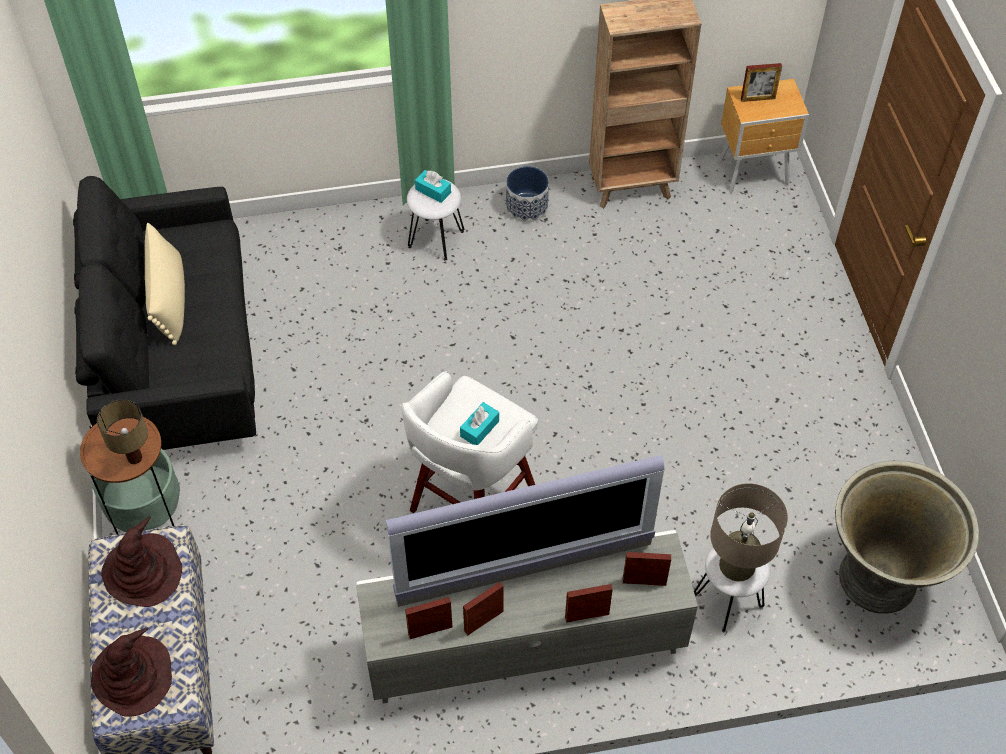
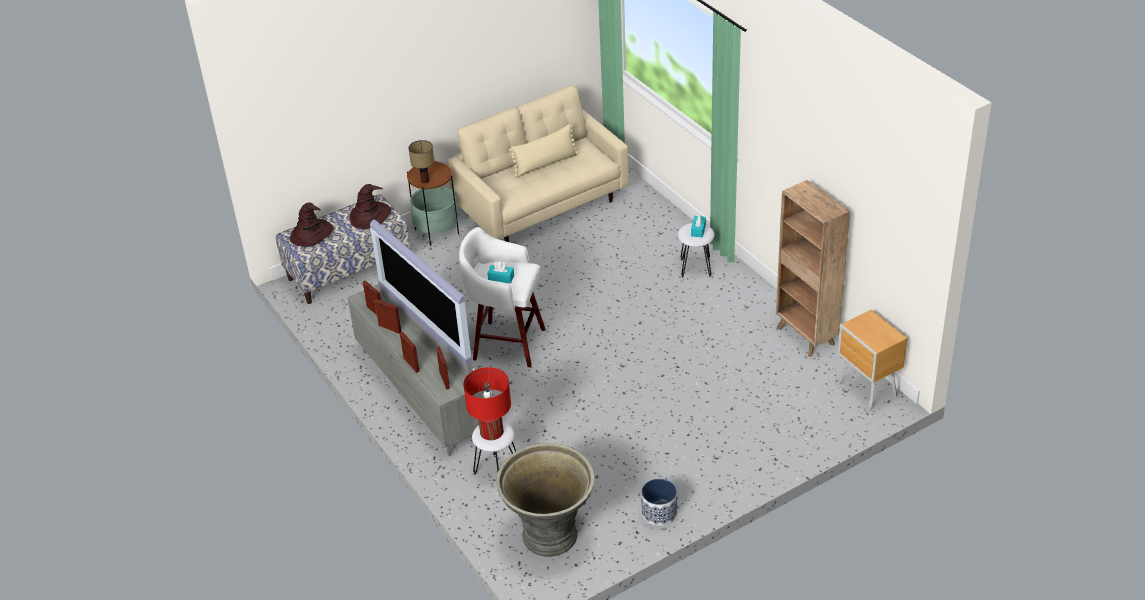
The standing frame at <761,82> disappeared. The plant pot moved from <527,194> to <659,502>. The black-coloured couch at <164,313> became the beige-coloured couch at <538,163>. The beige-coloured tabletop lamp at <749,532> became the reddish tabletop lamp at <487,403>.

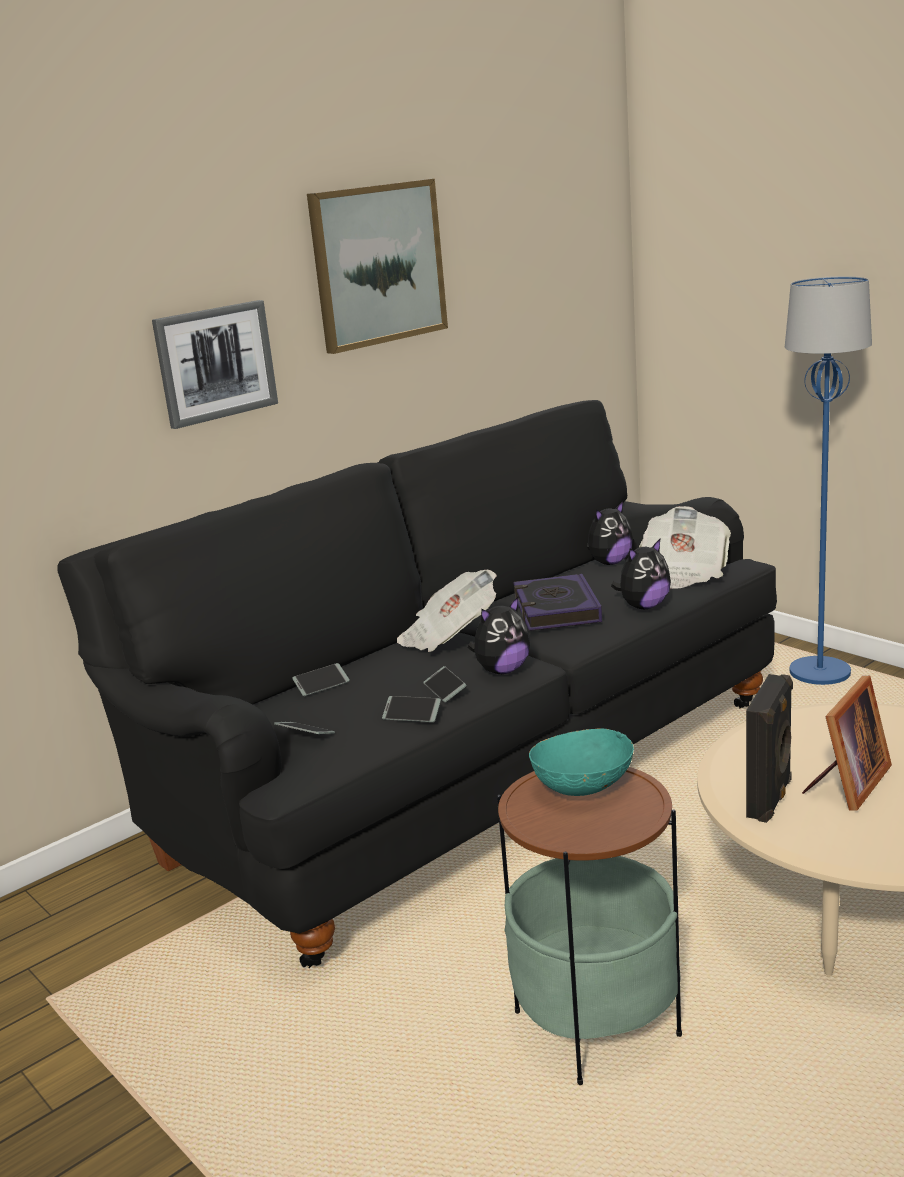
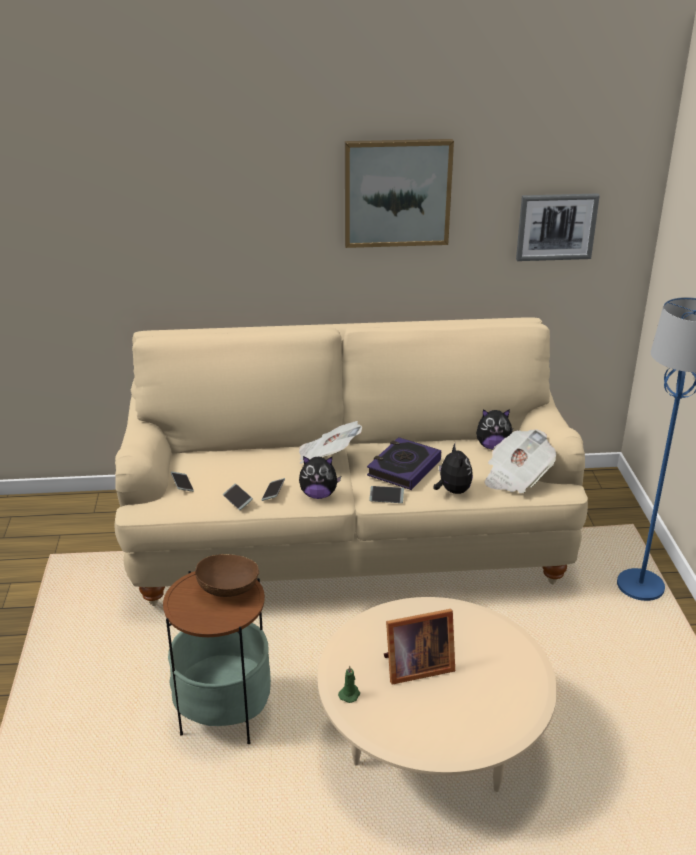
The picture moved from <215,364> to <558,227>. The black-coloured couch at <417,684> became the beige-coloured couch at <351,461>. The soft toy at <641,573> turned 105 degrees counterclockwise. The telephone moved from <321,679> to <386,494>. The black-coloured audio speaker at <769,748> disappeared. The blue-green bowl at <581,762> became the brown bowl at <227,575>. The greenish candle at <349,684> appeared.

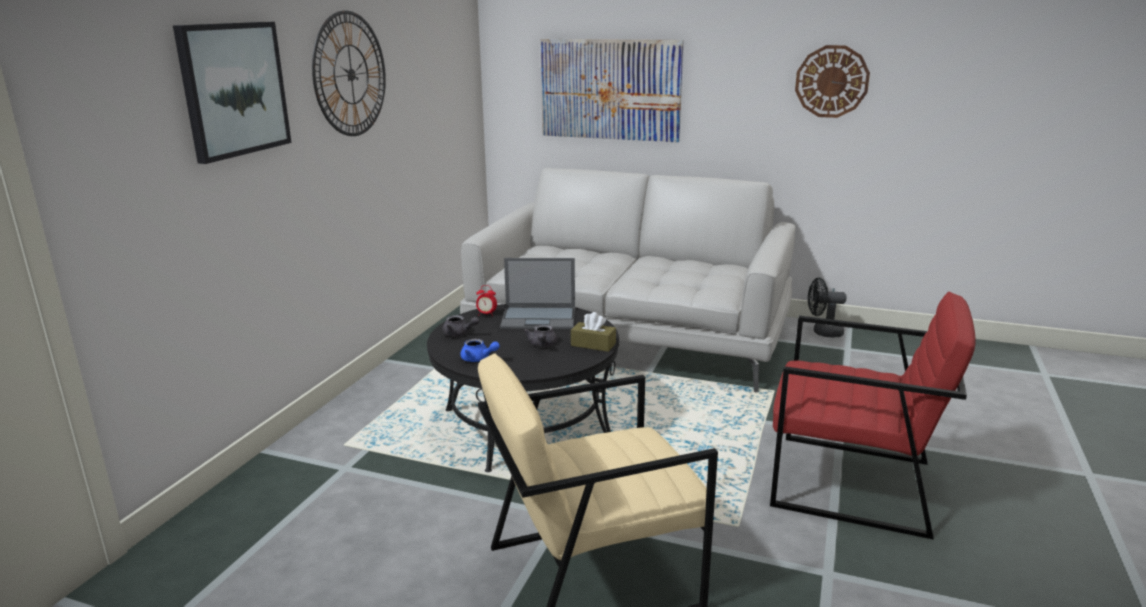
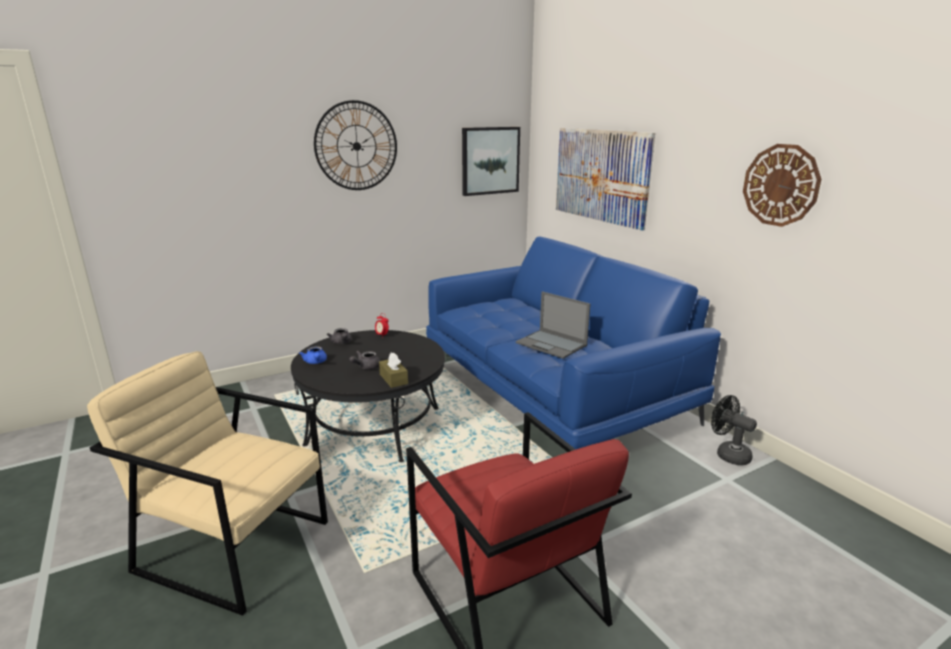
The picture moved from <232,93> to <491,161>. The greyish couch at <628,280> became the blue-coloured couch at <573,343>. The notebook computer moved from <537,293> to <553,325>.

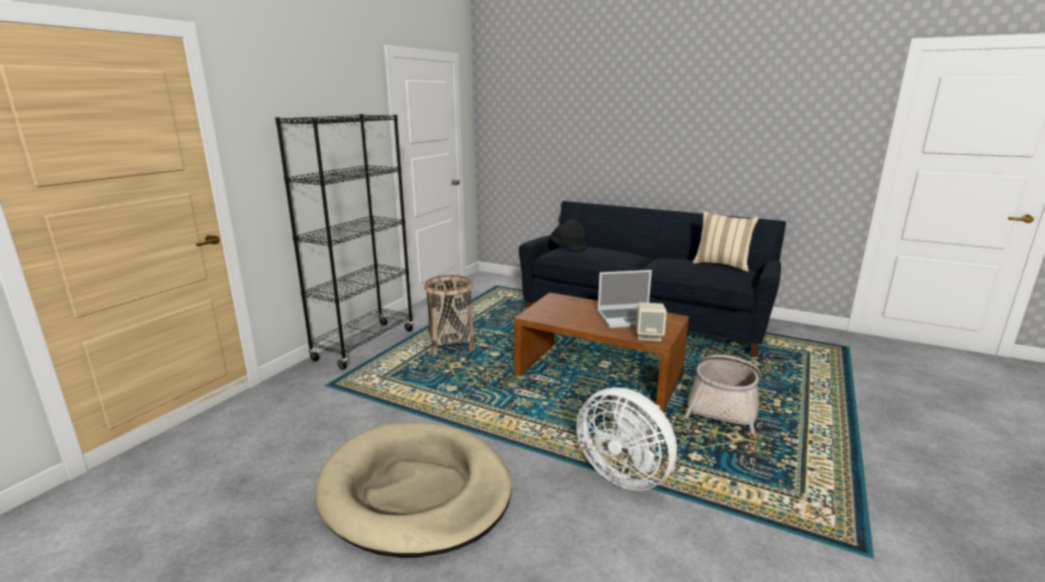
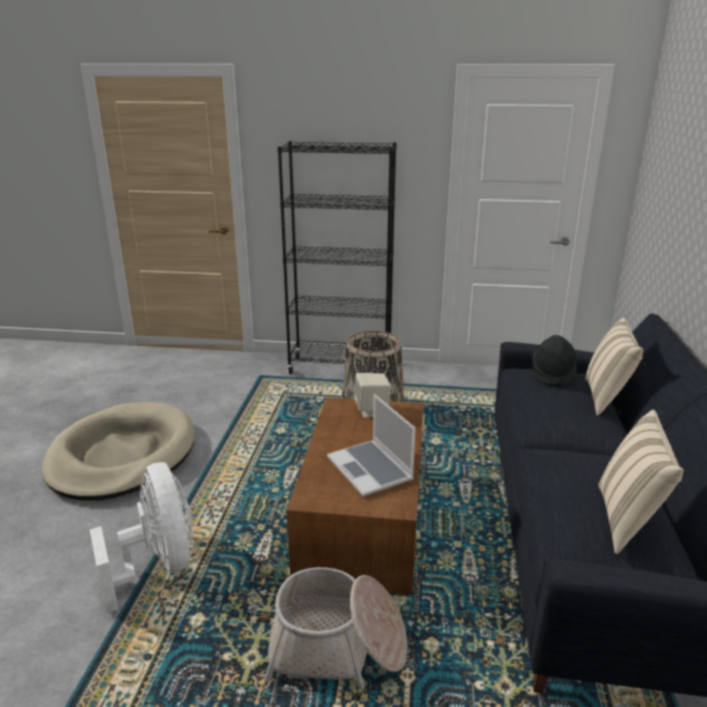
The beige-coloured audio speaker moved from <651,321> to <372,395>. The white-coloured fan at <627,439> turned 135 degrees clockwise. The beige-coloured throw pillow at <614,367> appeared.

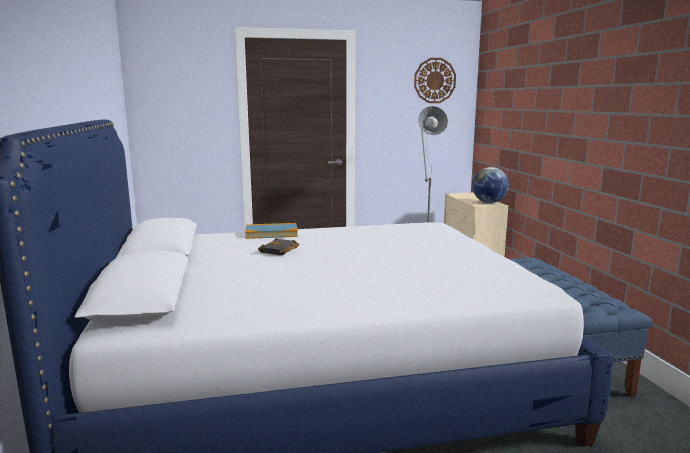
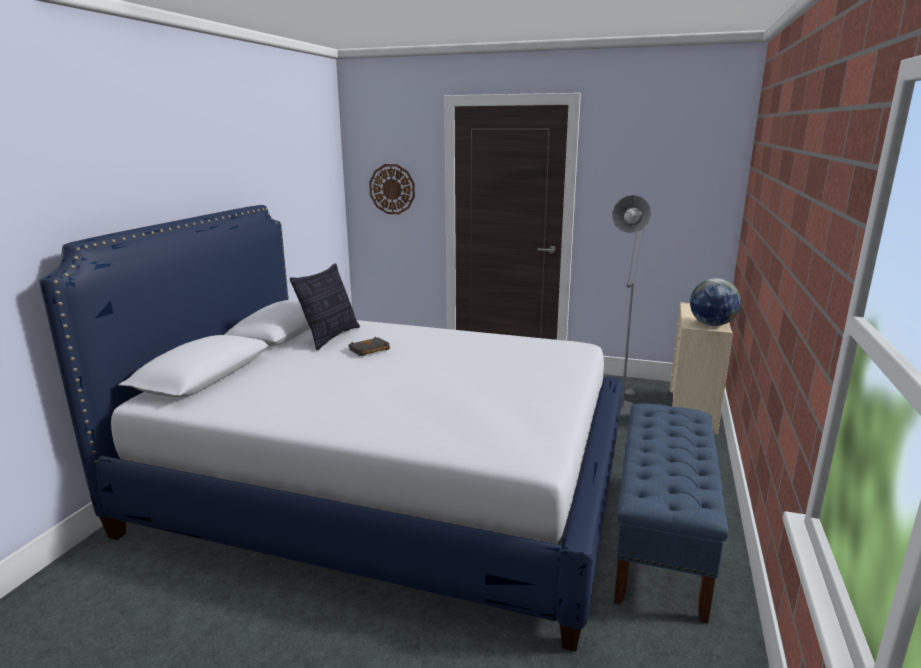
The clock on the wall moved from <435,80> to <392,189>. The bound book at <271,231> disappeared. The throw pillow at <325,307> appeared.

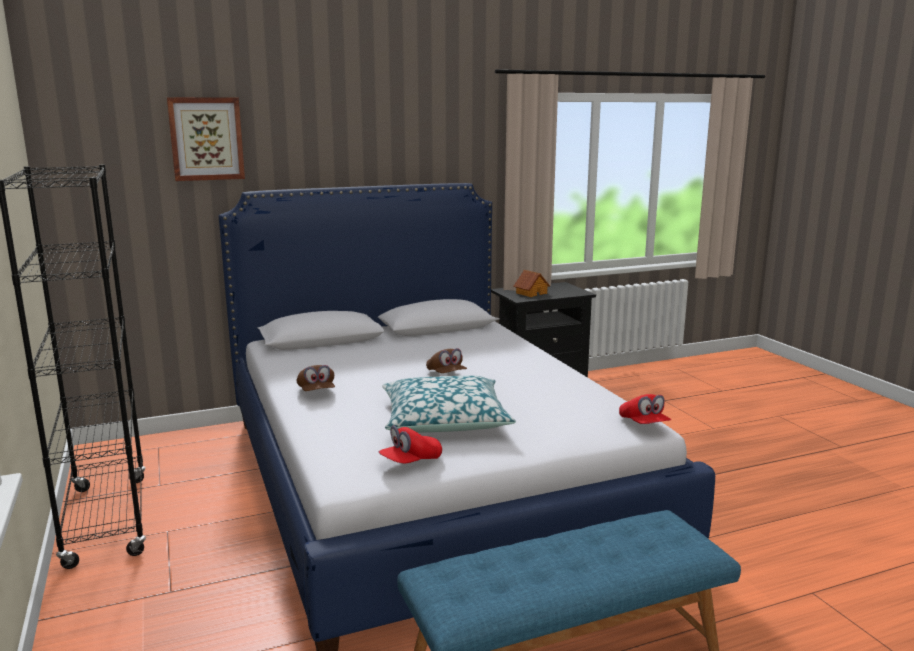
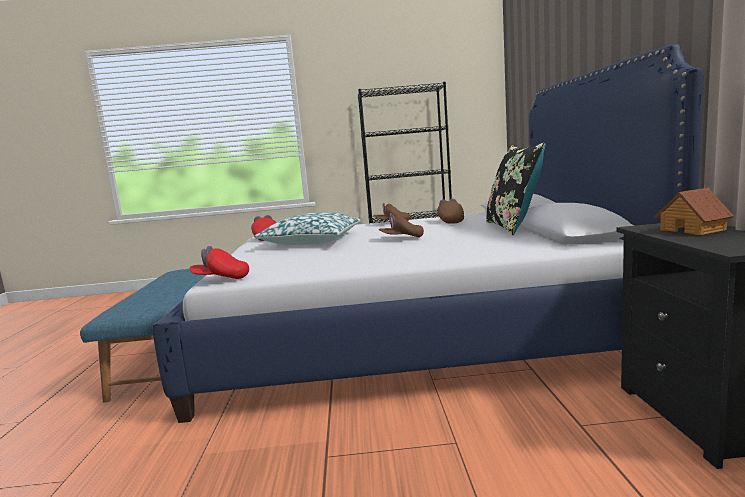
The picture at <206,139> disappeared. The black-coloured throw pillow at <516,189> appeared. The brown cap at <450,211> appeared.

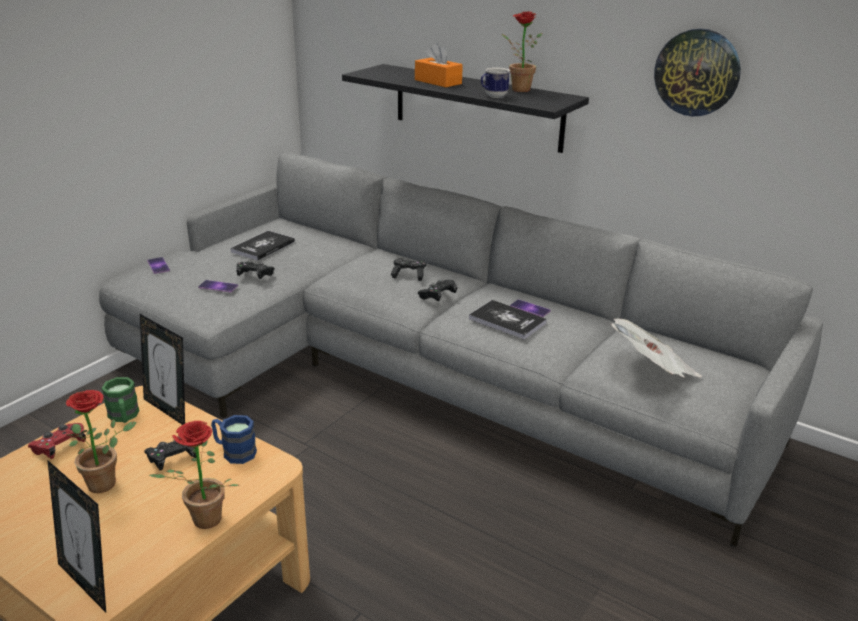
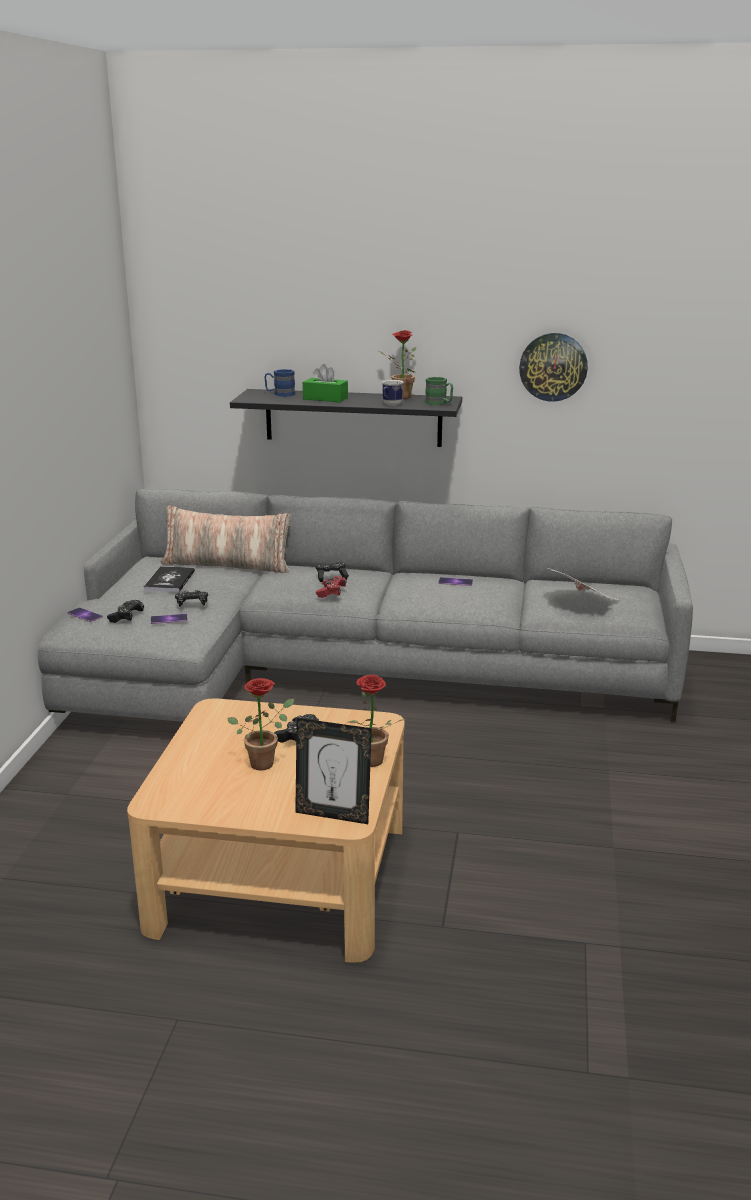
The orange-coloured box of tissues at <439,65> became the greenish box of tissues at <325,383>. The black-coloured gamepad moved from <437,290> to <125,611>. The bound book at <508,320> disappeared. The standing frame at <162,369> disappeared. The greenish mug moved from <120,400> to <439,391>. The blue-coloured mug moved from <234,439> to <279,383>. The reddish gamepad moved from <57,441> to <331,587>. The throw pillow at <226,539> appeared.

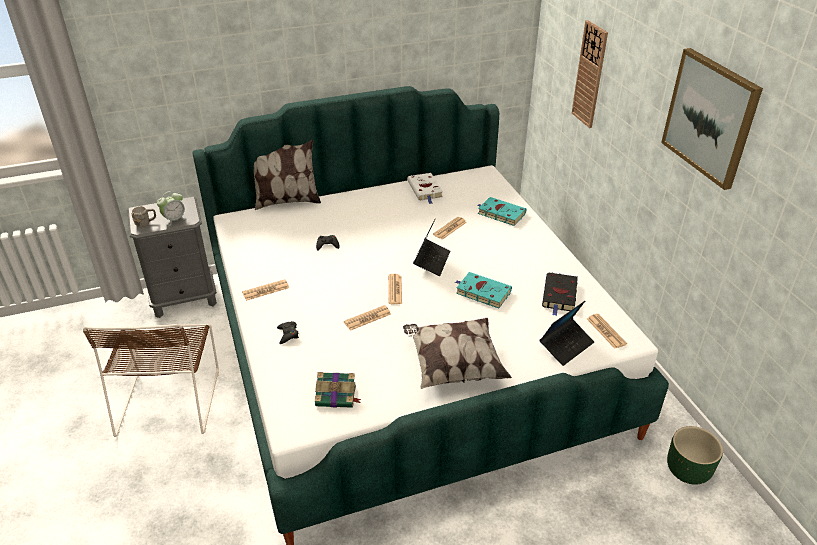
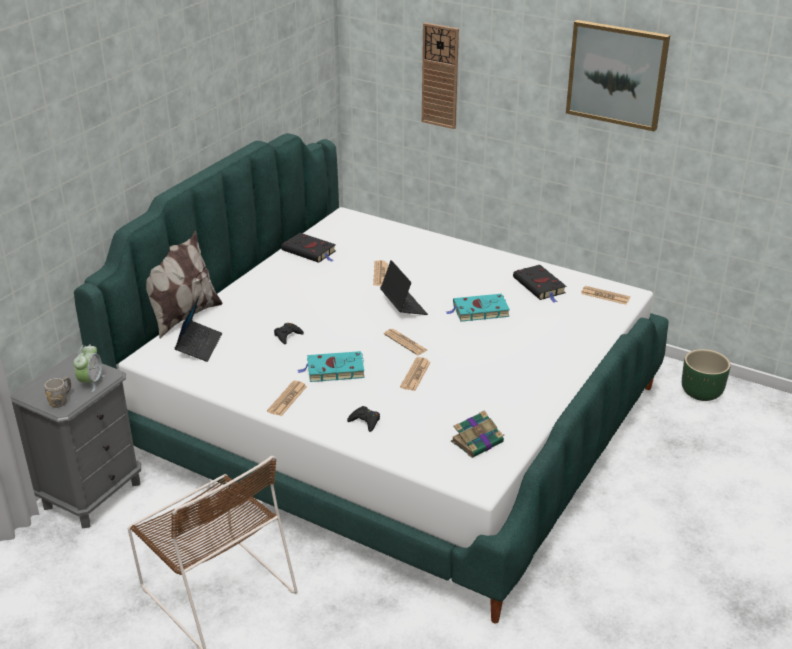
The white-coloured bound book at <425,188> became the black-coloured bound book at <308,248>. The blue-green bound book moved from <501,211> to <331,366>. The notebook computer moved from <567,333> to <198,328>. The throw pillow at <457,353> disappeared.

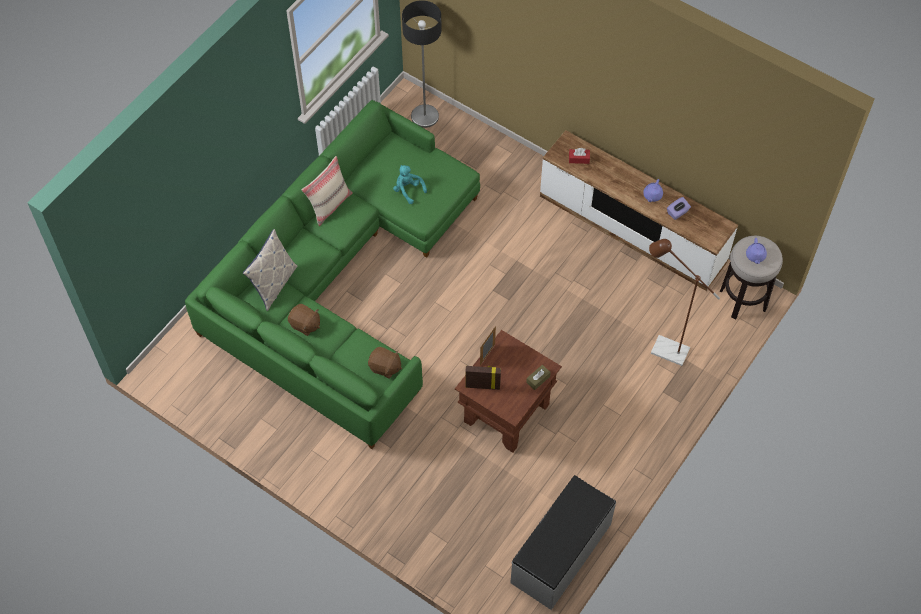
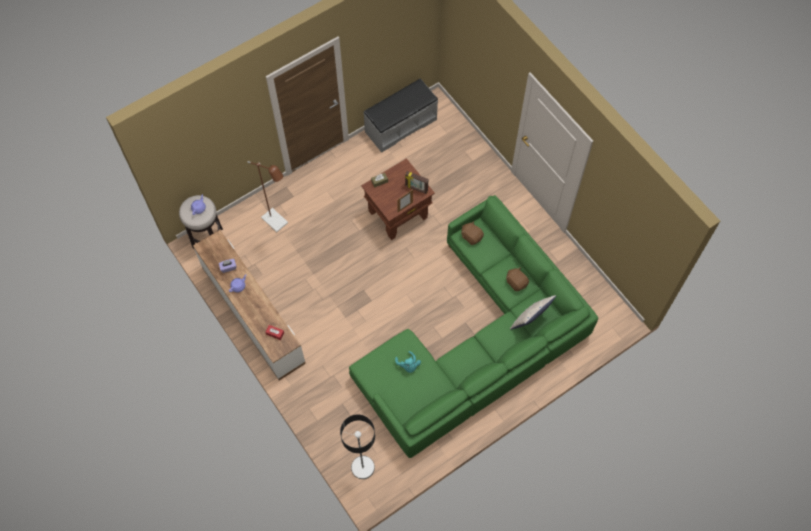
The beige-coloured throw pillow at <327,191> disappeared.

